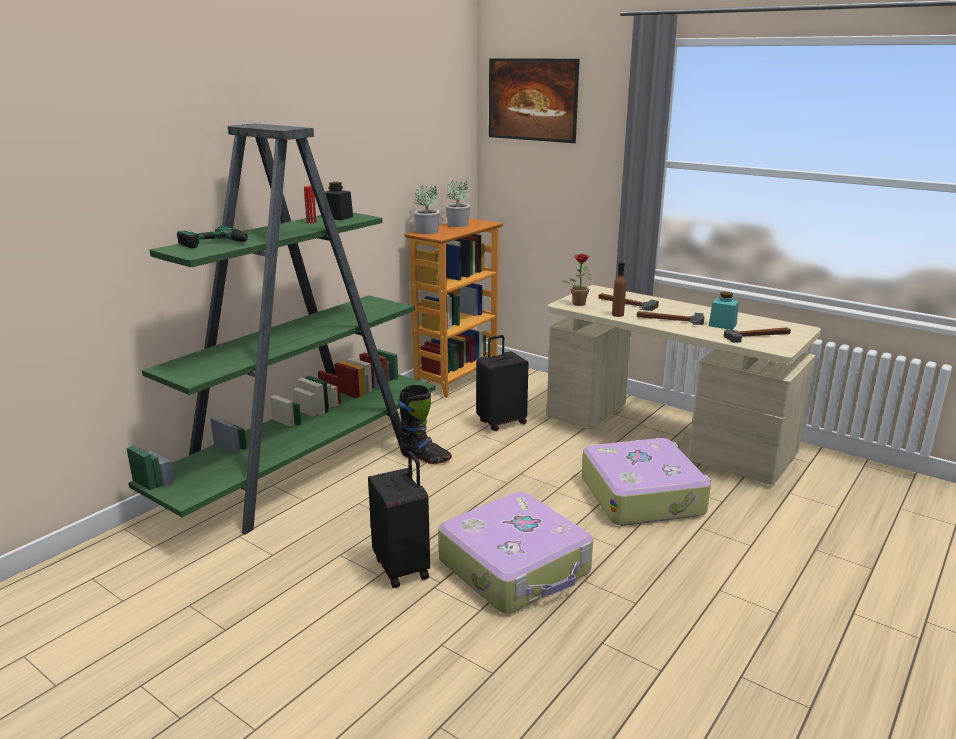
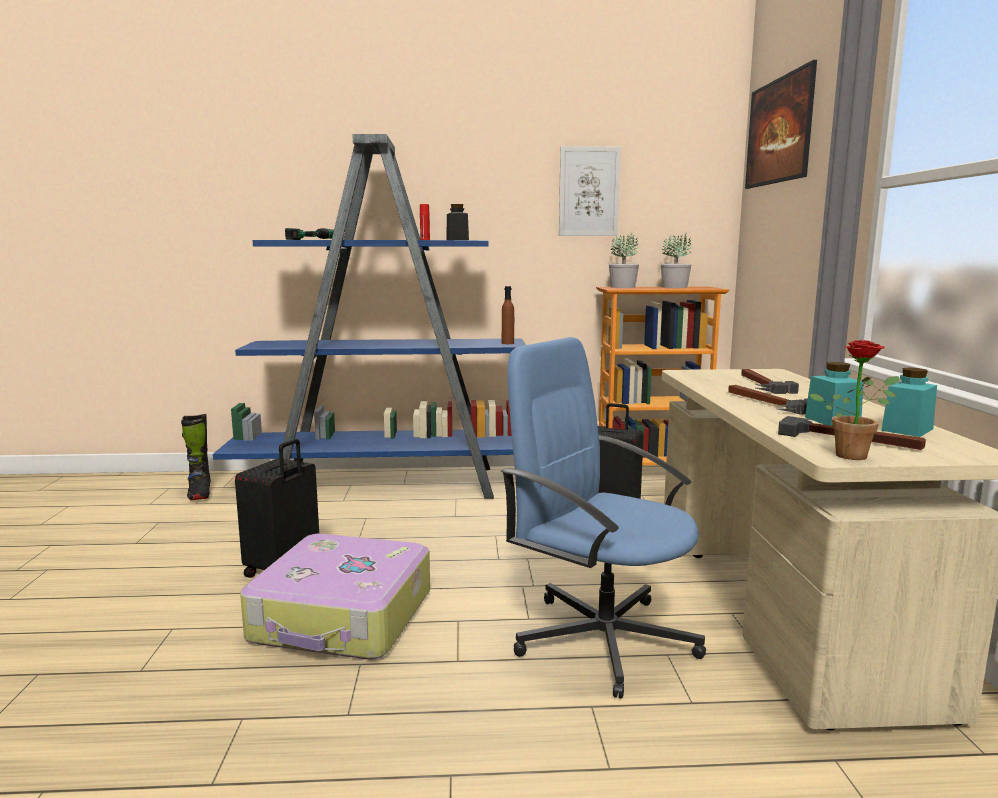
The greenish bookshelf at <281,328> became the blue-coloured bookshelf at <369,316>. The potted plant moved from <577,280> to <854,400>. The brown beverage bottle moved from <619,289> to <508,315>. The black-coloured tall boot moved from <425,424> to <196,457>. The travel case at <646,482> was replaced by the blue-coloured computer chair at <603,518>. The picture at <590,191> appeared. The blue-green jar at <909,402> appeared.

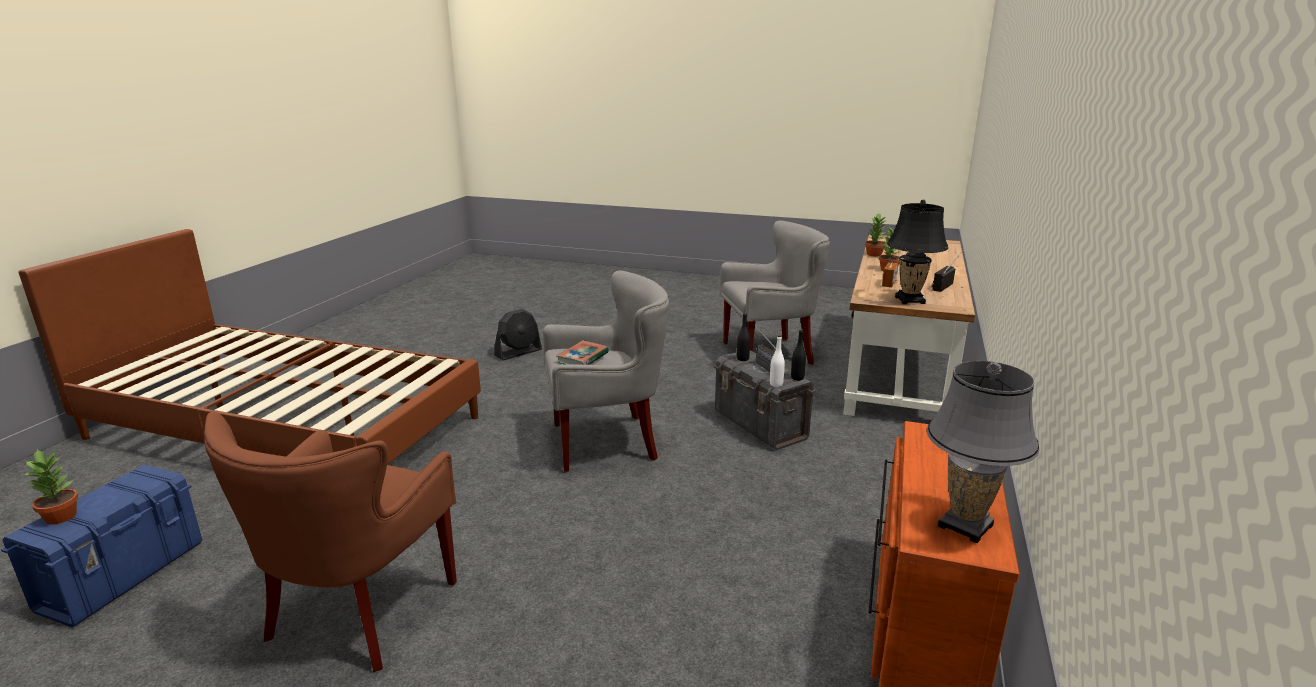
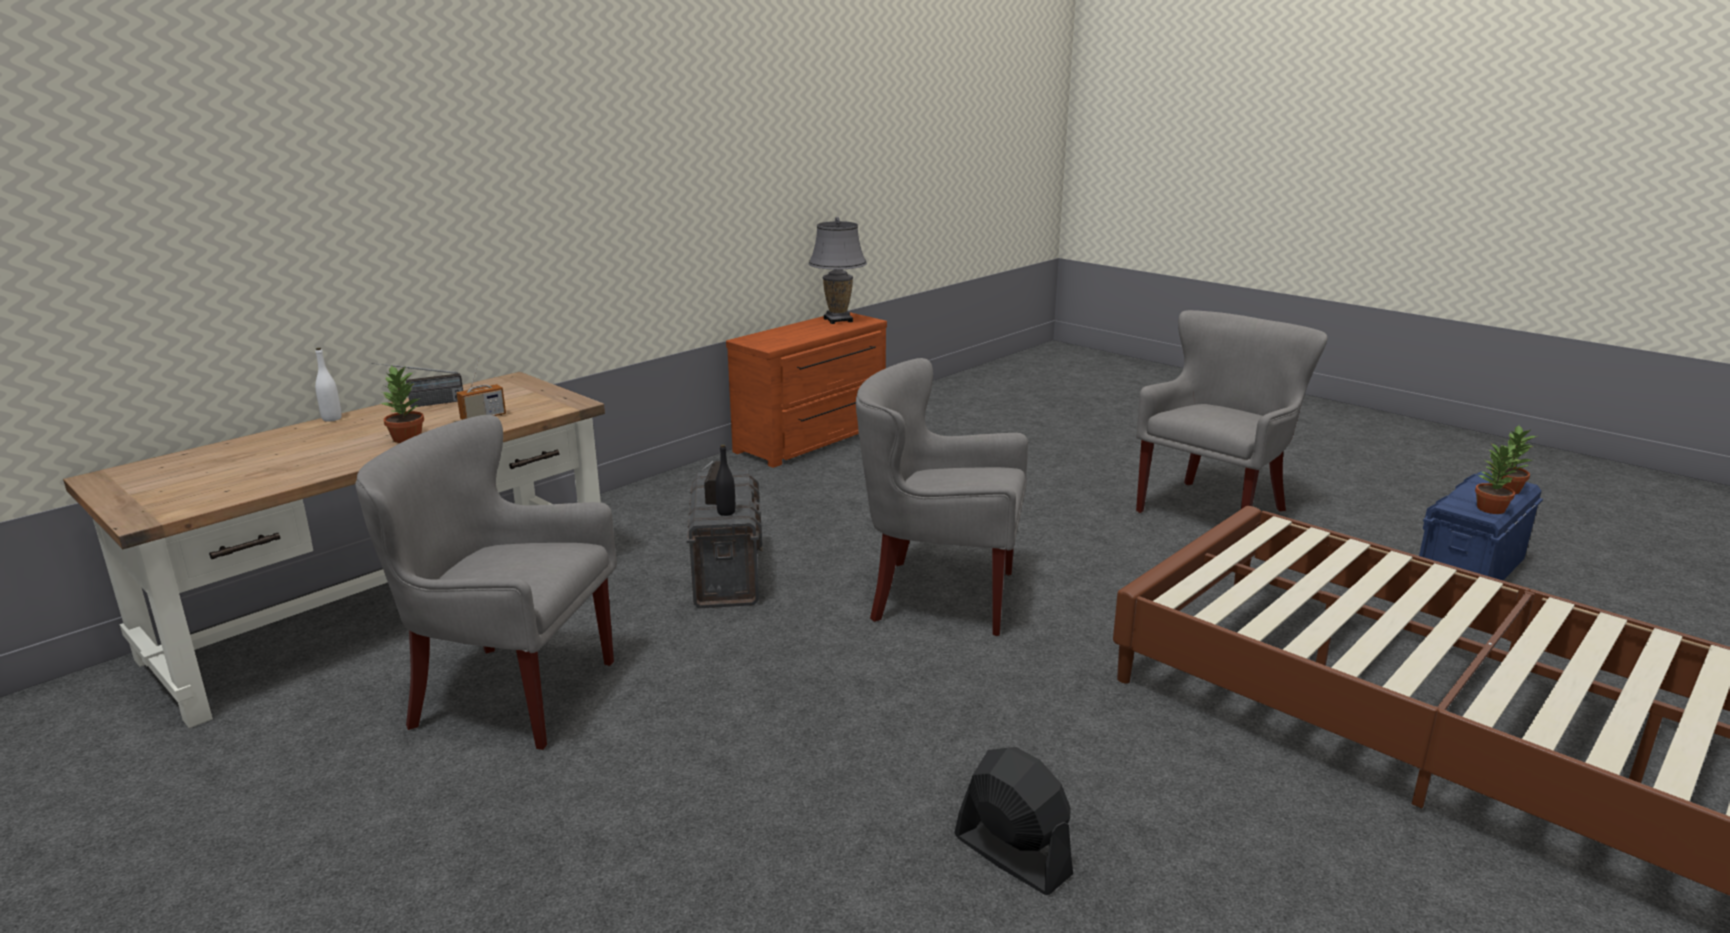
The black-coloured tabletop lamp at <917,252> disappeared. The potted plant moved from <875,235> to <1497,478>. The black-coloured fan at <518,335> turned 60 degrees clockwise. The black-coloured beverage bottle at <798,354> disappeared. The white-coloured beverage bottle moved from <777,361> to <328,385>. The bound book at <583,353> disappeared. The brown lounge chair at <330,542> became the greyish lounge chair at <1232,411>.

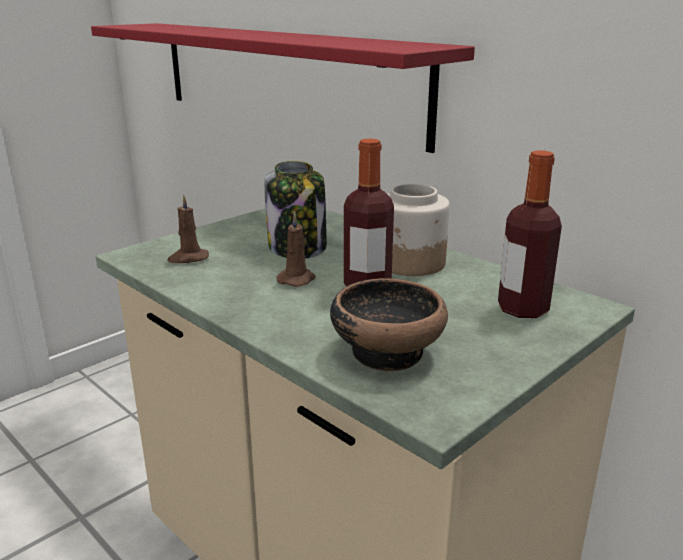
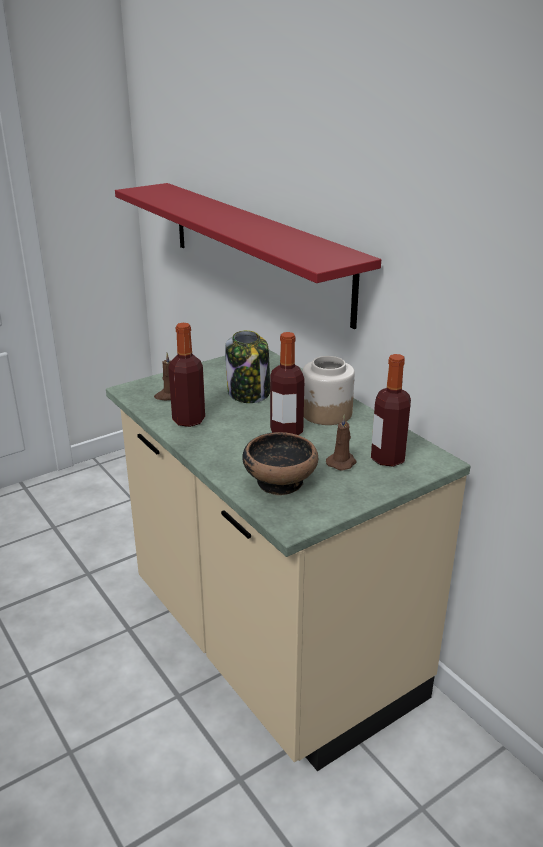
The brown candle moved from <296,249> to <341,443>. The beverage bottle at <186,375> appeared.

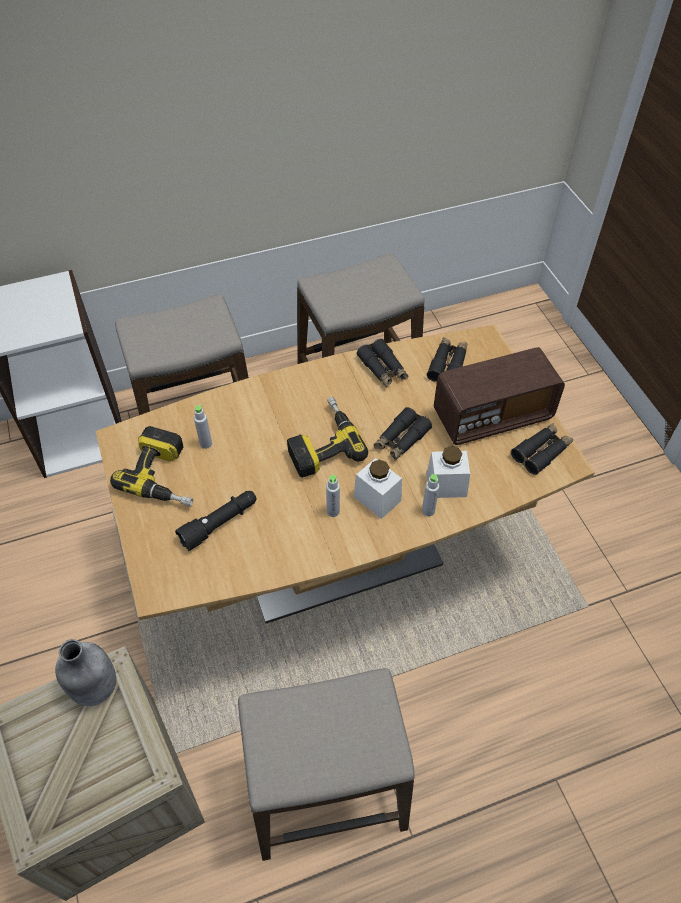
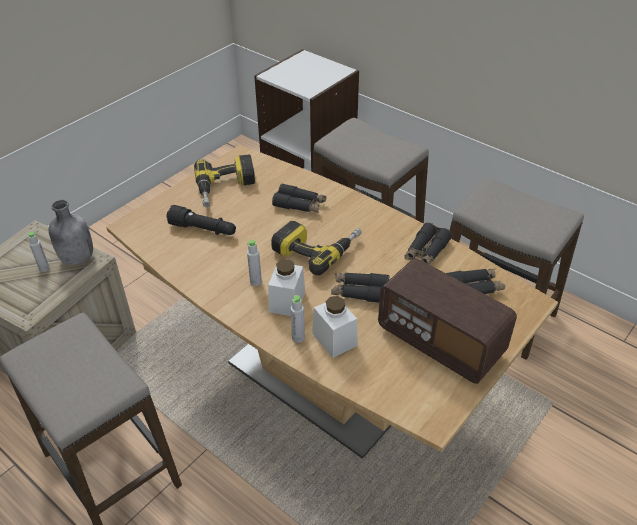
The greyish beverage bottle moved from <203,426> to <39,252>. The black-coloured pair of binoculars moved from <542,449> to <299,198>.

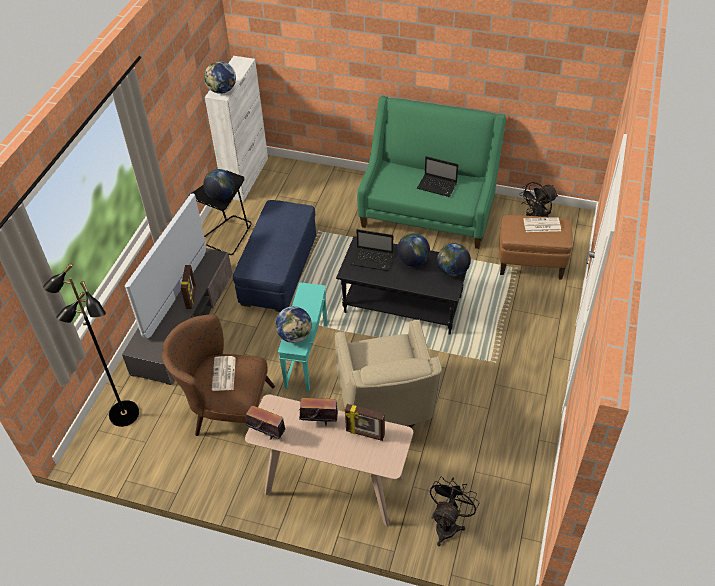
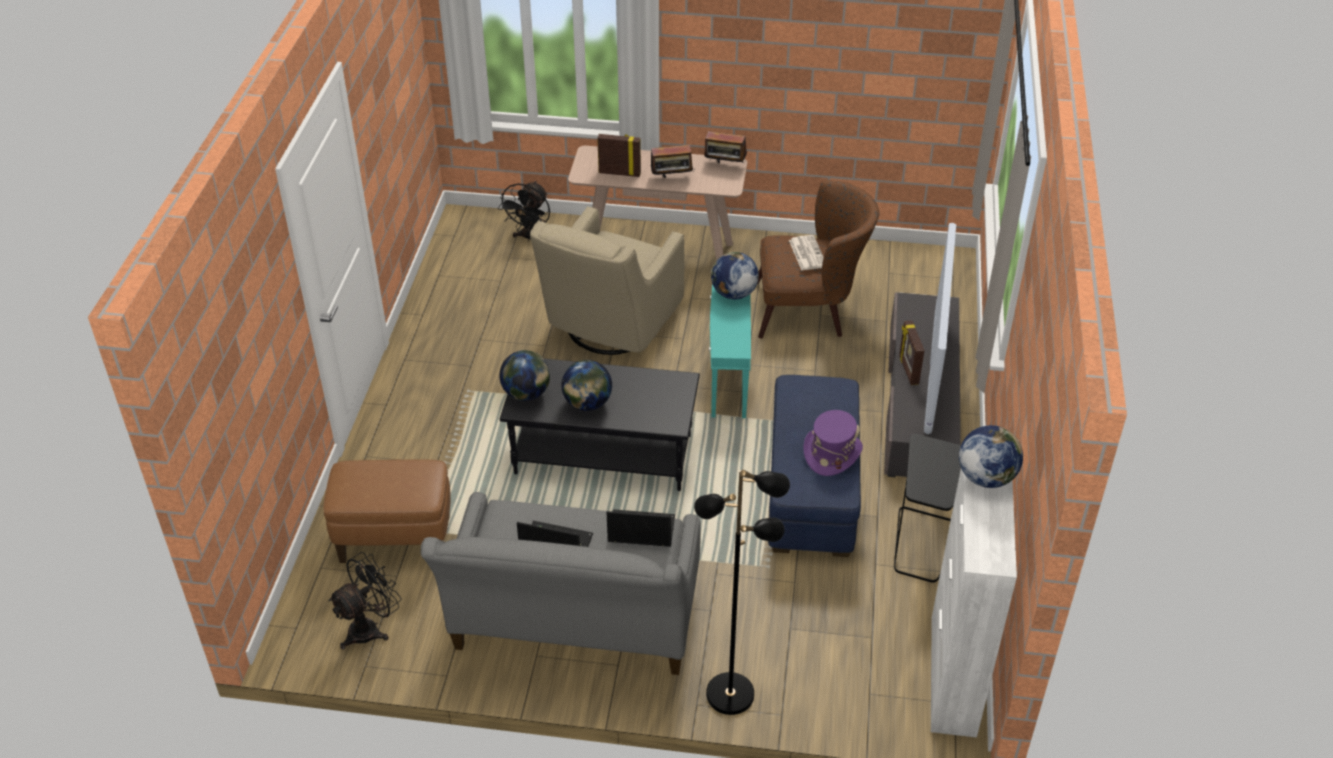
The greenish couch at <431,172> became the greyish couch at <561,583>. The desk globe at <219,184> disappeared. The newspaper at <542,224> disappeared. The notebook computer moved from <372,250> to <641,528>. The black-coloured floor lamp moved from <91,345> to <742,592>. The beige-coloured lounge chair at <388,373> turned 135 degrees counterclockwise. The purple hat at <833,443> appeared.

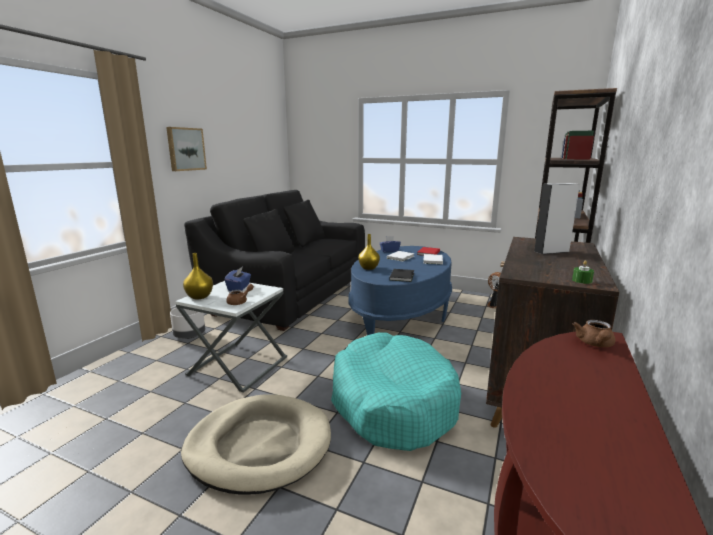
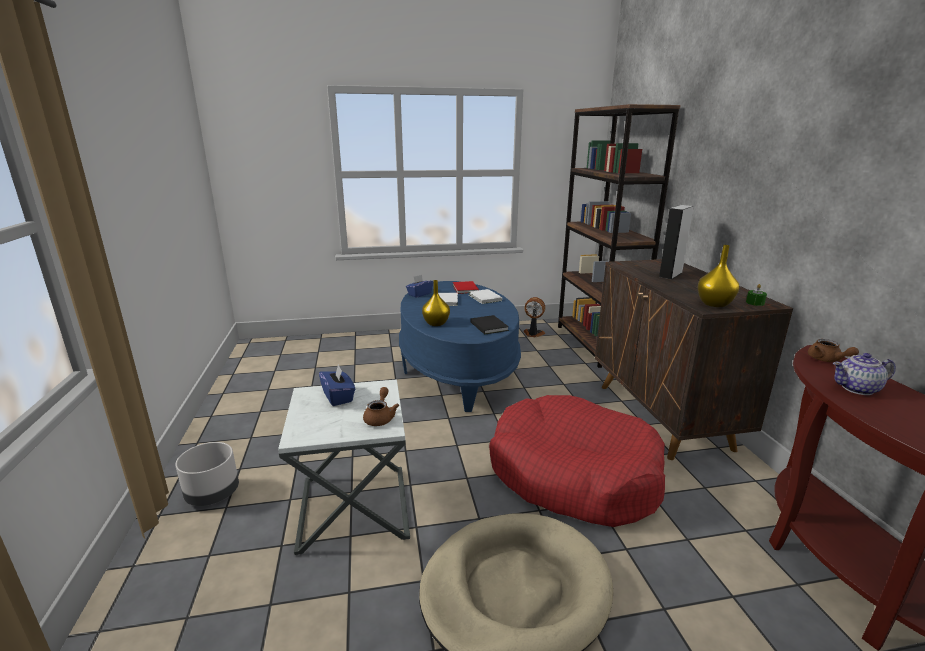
The picture at <186,149> disappeared. The black-coloured couch at <274,260> disappeared. The yellow-coloured decorative vase moved from <198,276> to <718,276>. The blue-green pet bed at <396,392> became the reddish pet bed at <577,461>. The teapot at <864,374> appeared.

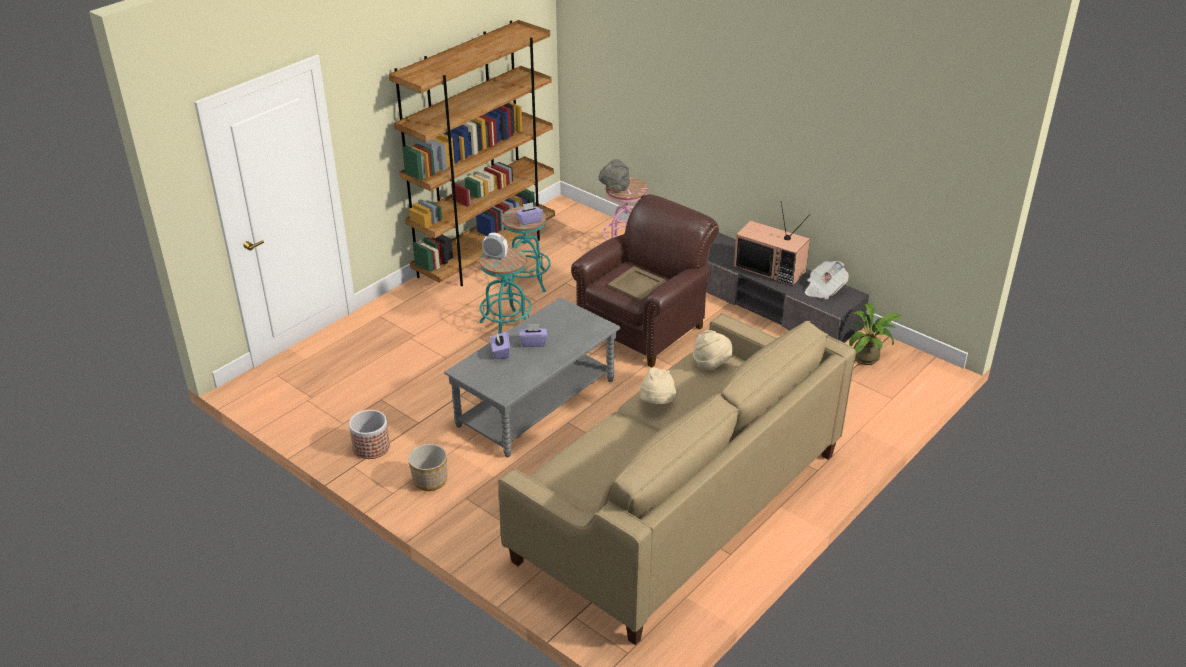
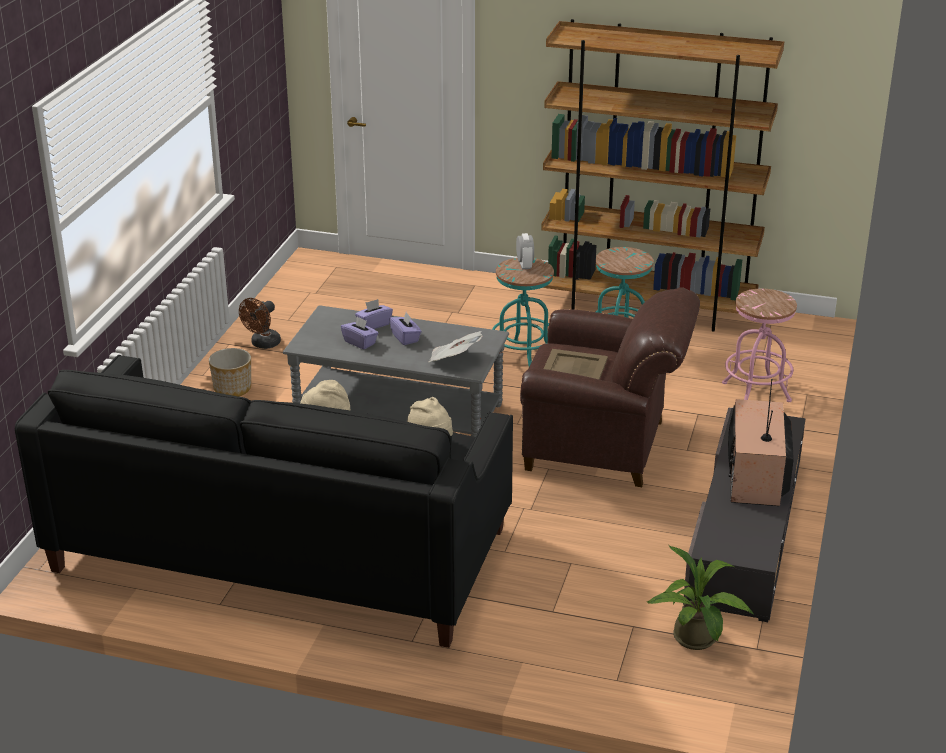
The greyish hat at <614,175> disappeared. The purple box of tissues moved from <529,213> to <359,333>. The newspaper moved from <827,280> to <455,346>. The beige-coloured couch at <677,479> became the black-coloured couch at <264,501>. The plant pot at <369,434> was replaced by the brown fan at <260,323>.

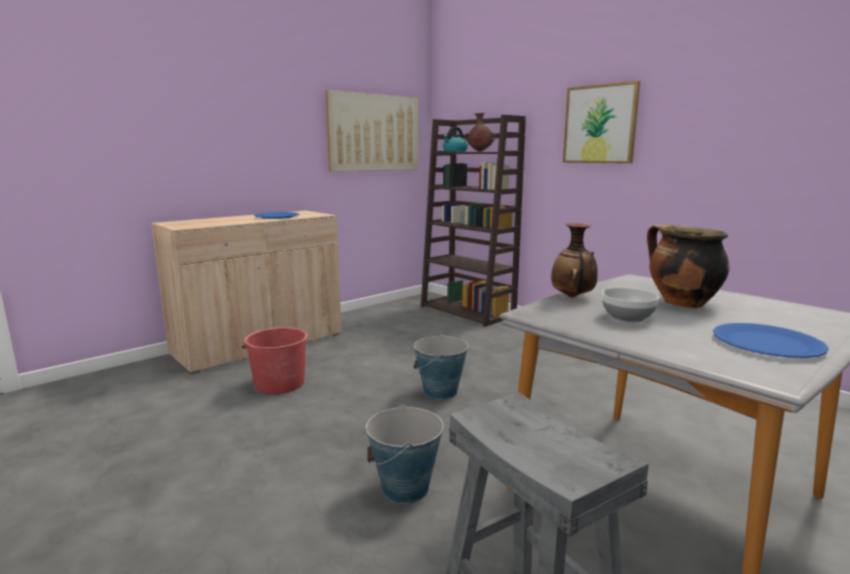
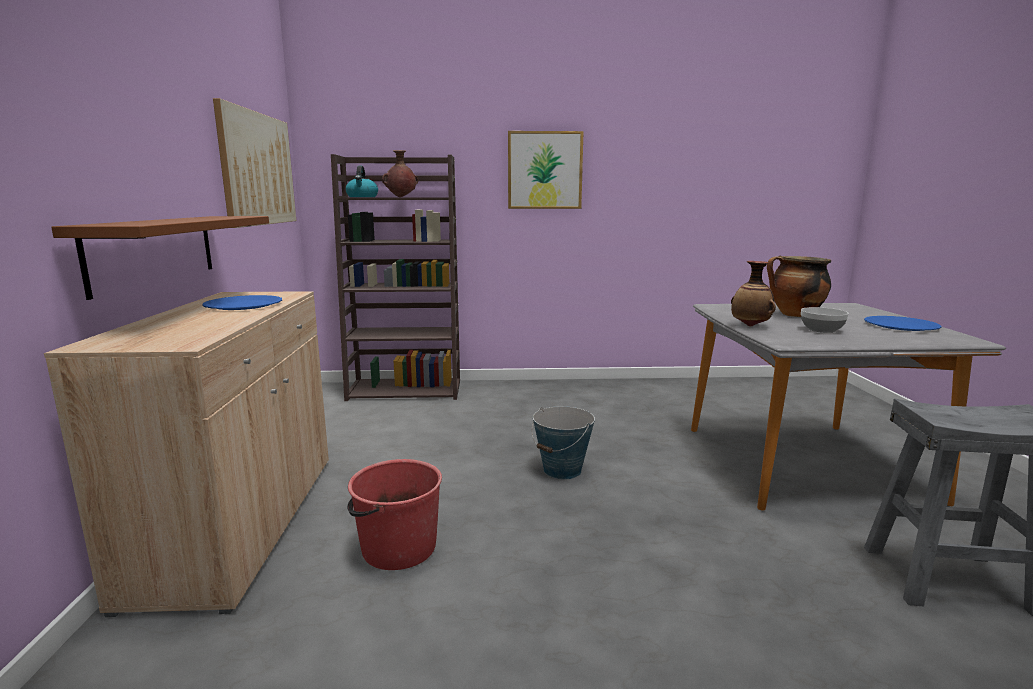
The pail at <404,454> disappeared. The brown shelf at <160,258> appeared.

